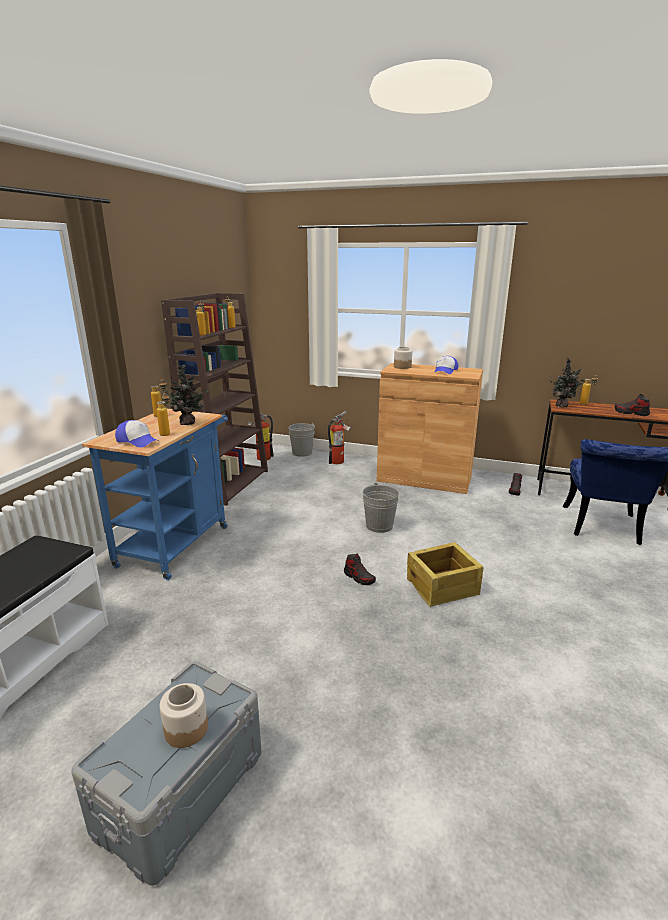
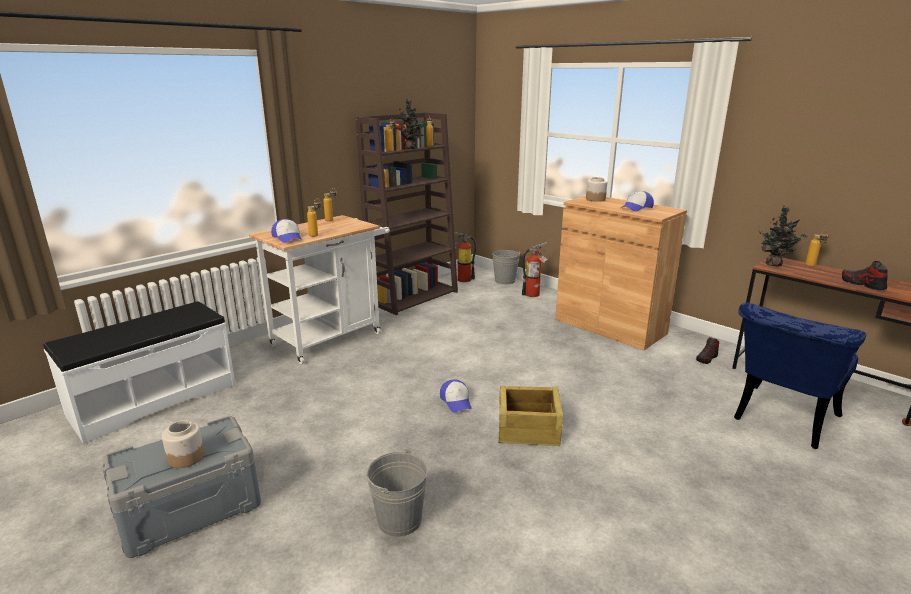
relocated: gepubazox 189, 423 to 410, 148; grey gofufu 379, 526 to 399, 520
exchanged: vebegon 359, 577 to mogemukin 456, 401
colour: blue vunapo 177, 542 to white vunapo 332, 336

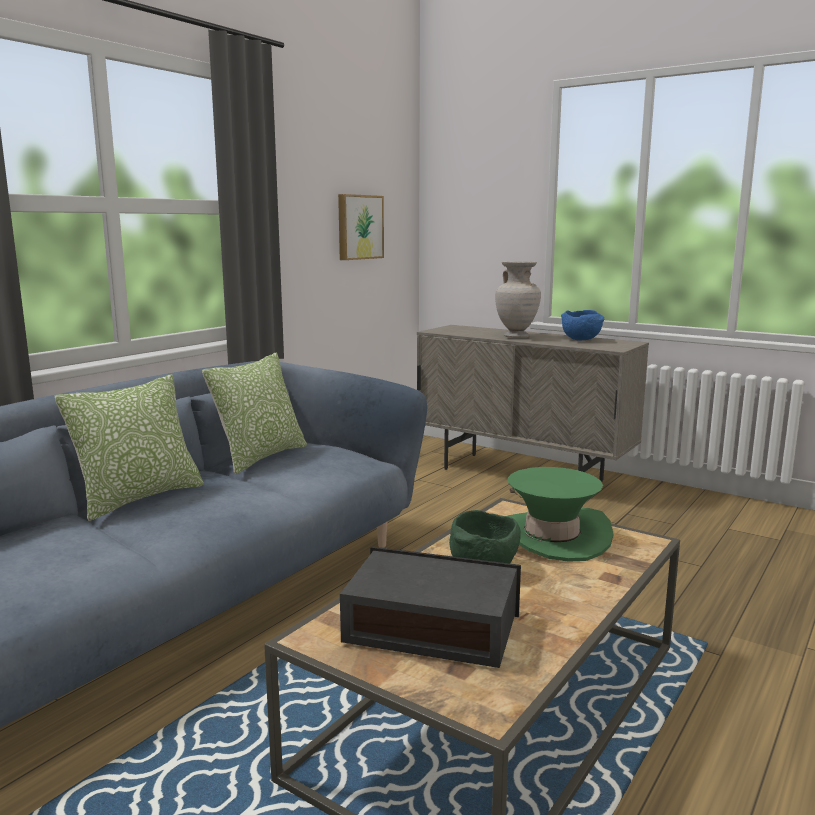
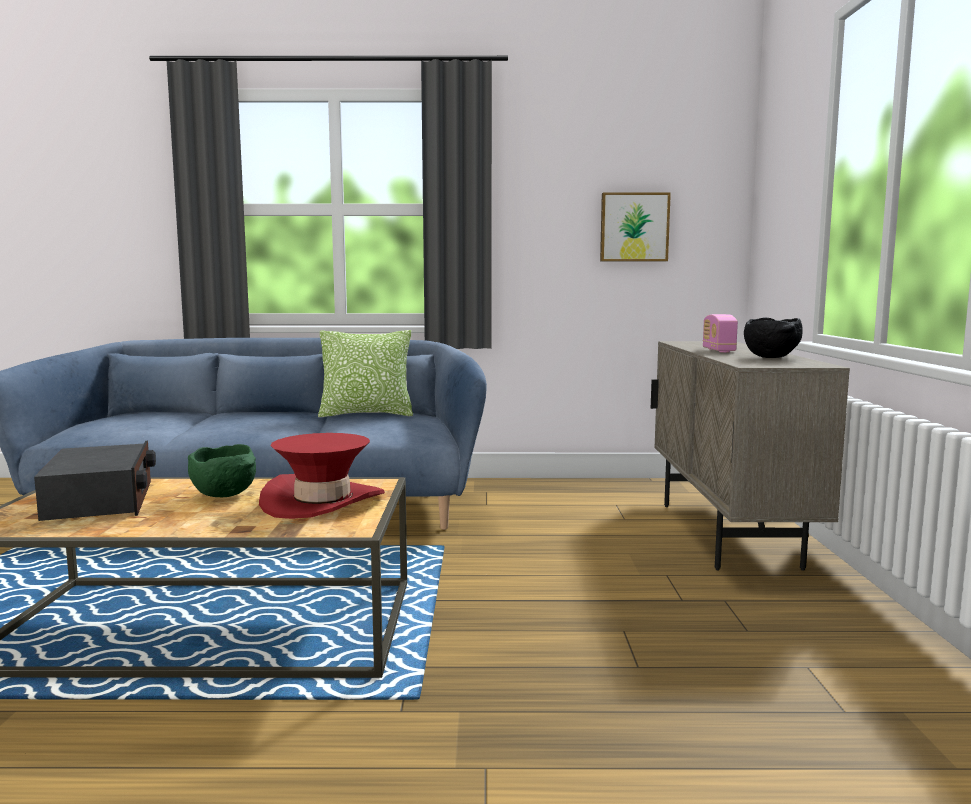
missing: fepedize 139, 498
exchanged: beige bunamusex 516, 337 to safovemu 718, 350
colour: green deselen 551, 536 to red deselen 323, 501; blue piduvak 582, 340 to black piduvak 772, 358

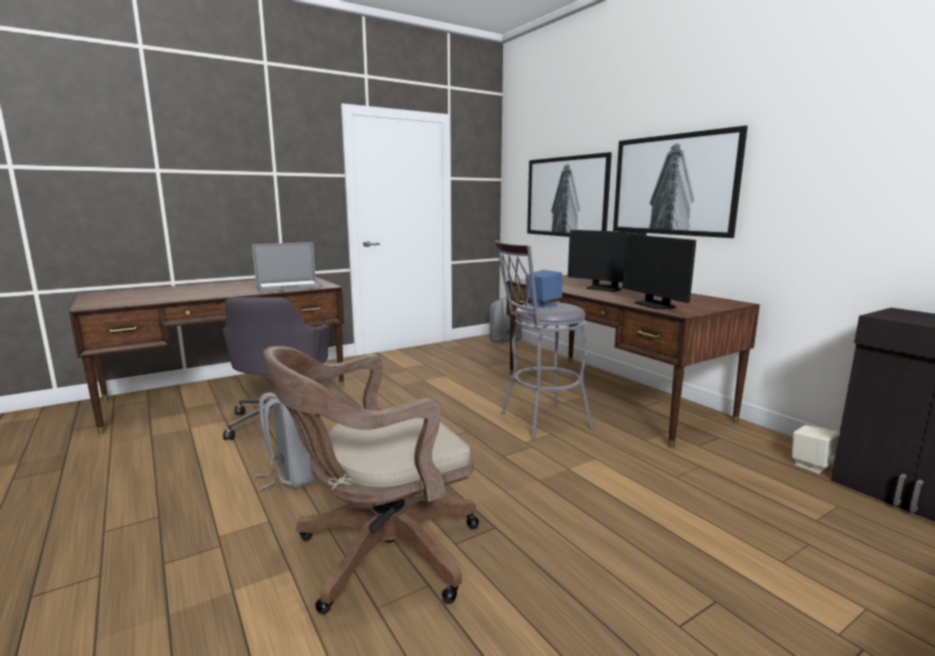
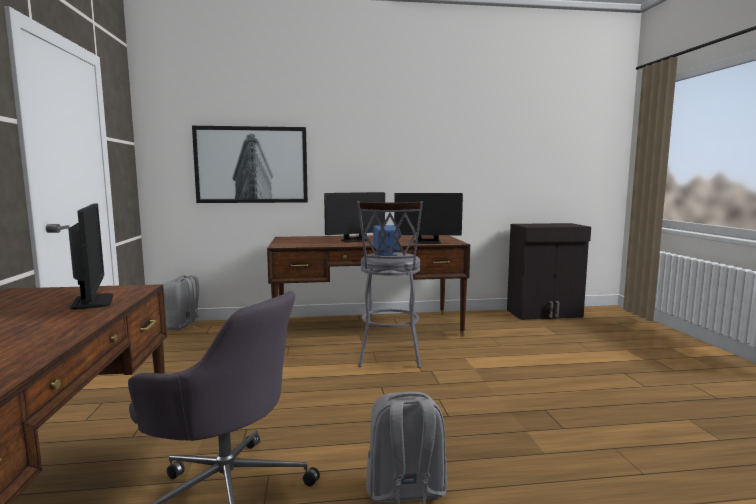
missing: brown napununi 379, 554; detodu 672, 185; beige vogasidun 811, 465
exchanged: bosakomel 289, 287 to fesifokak 92, 301

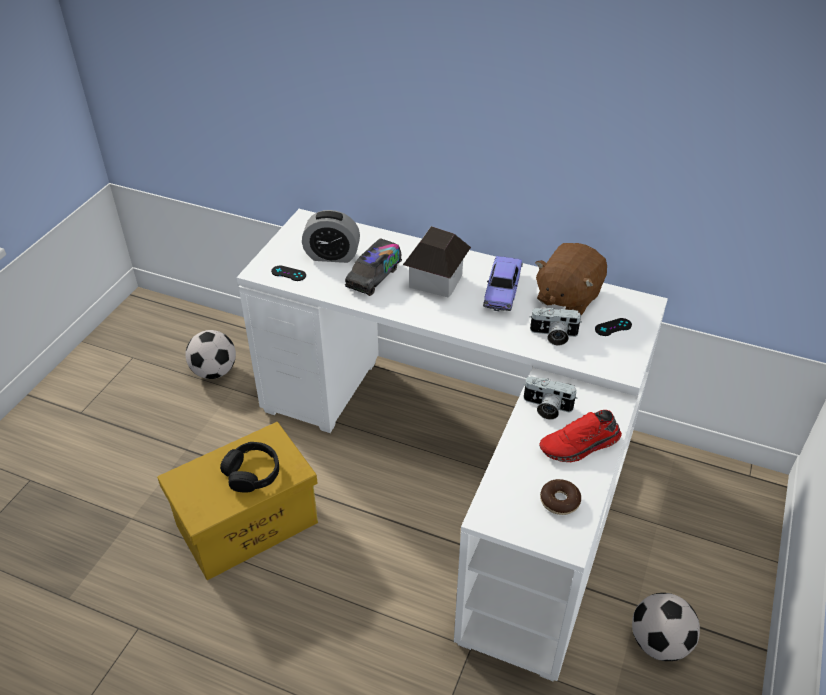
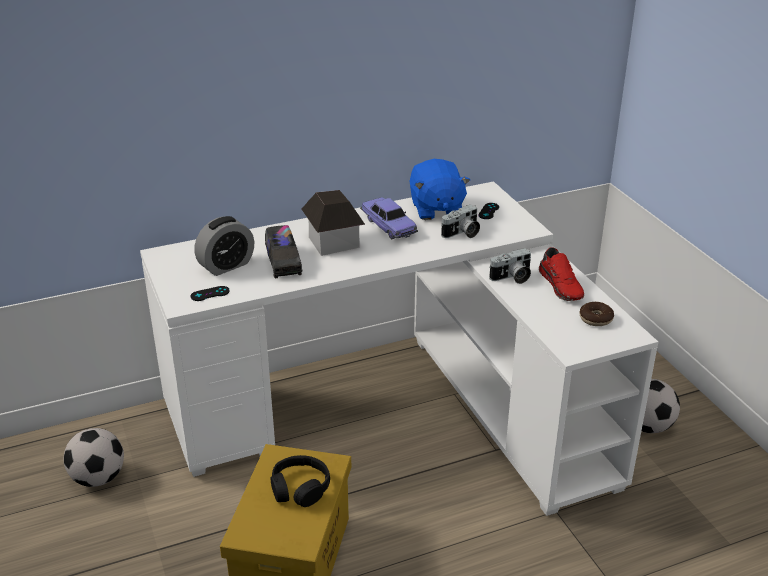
colour: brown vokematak 567, 297 to blue vokematak 436, 209
spun: red vebegon 580, 446 = 562, 286 45 degrees counterclockwise

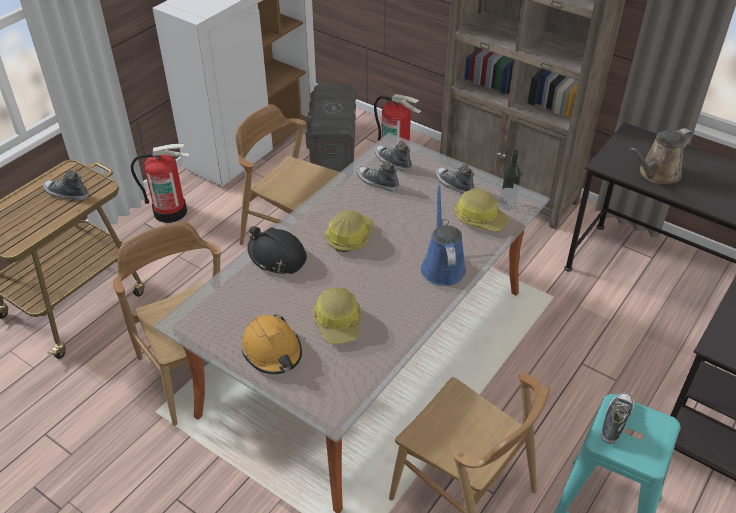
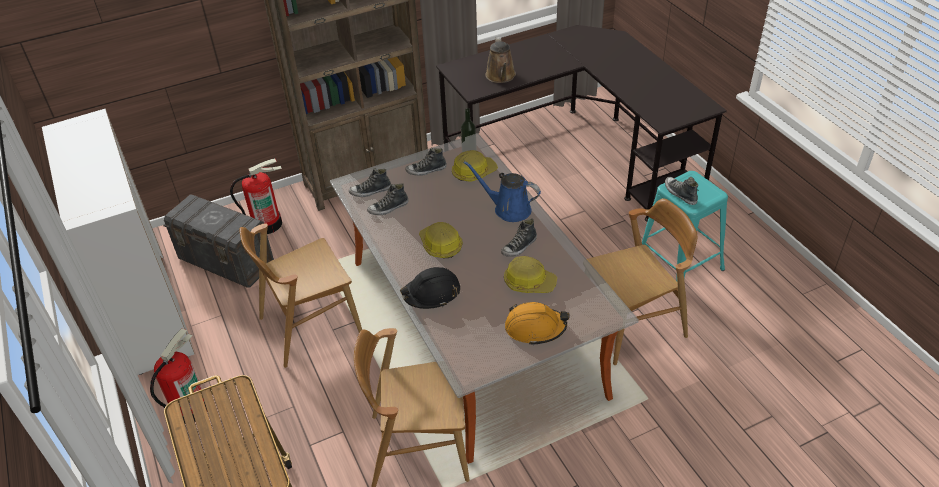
relocated: vebegon 66, 194 to 519, 247

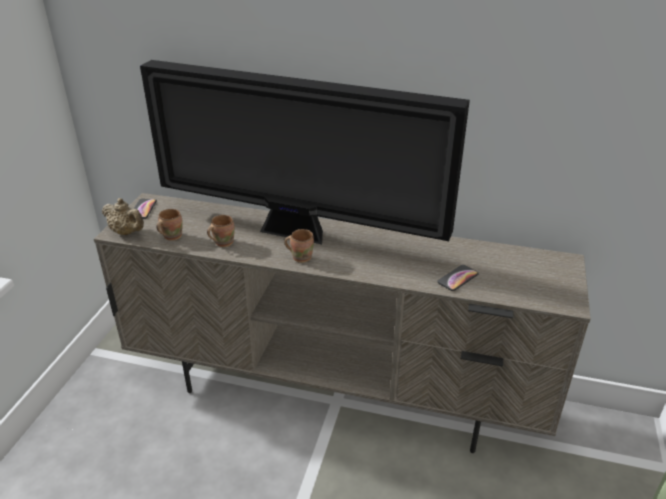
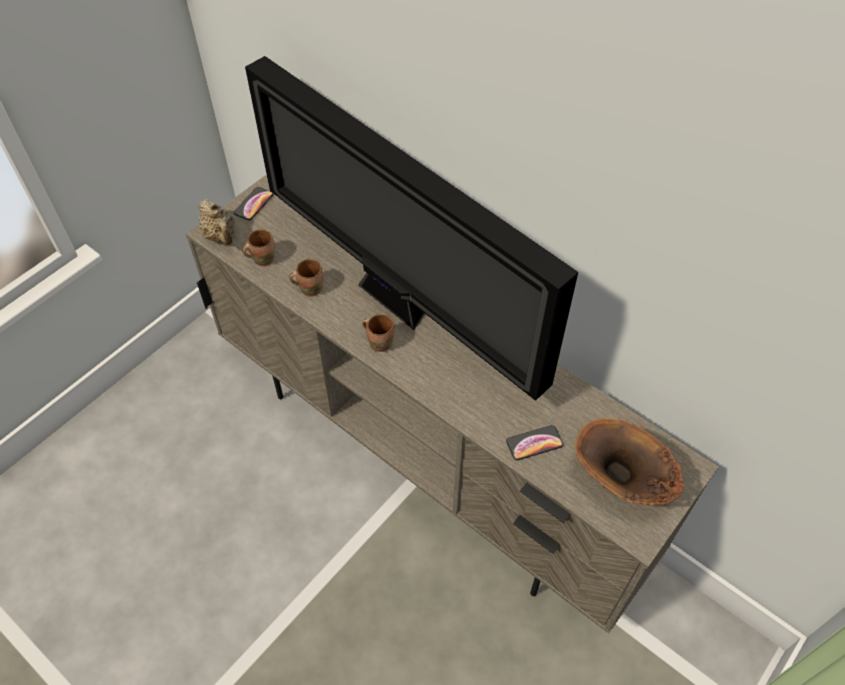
appeared: brown bunamusex 618, 485

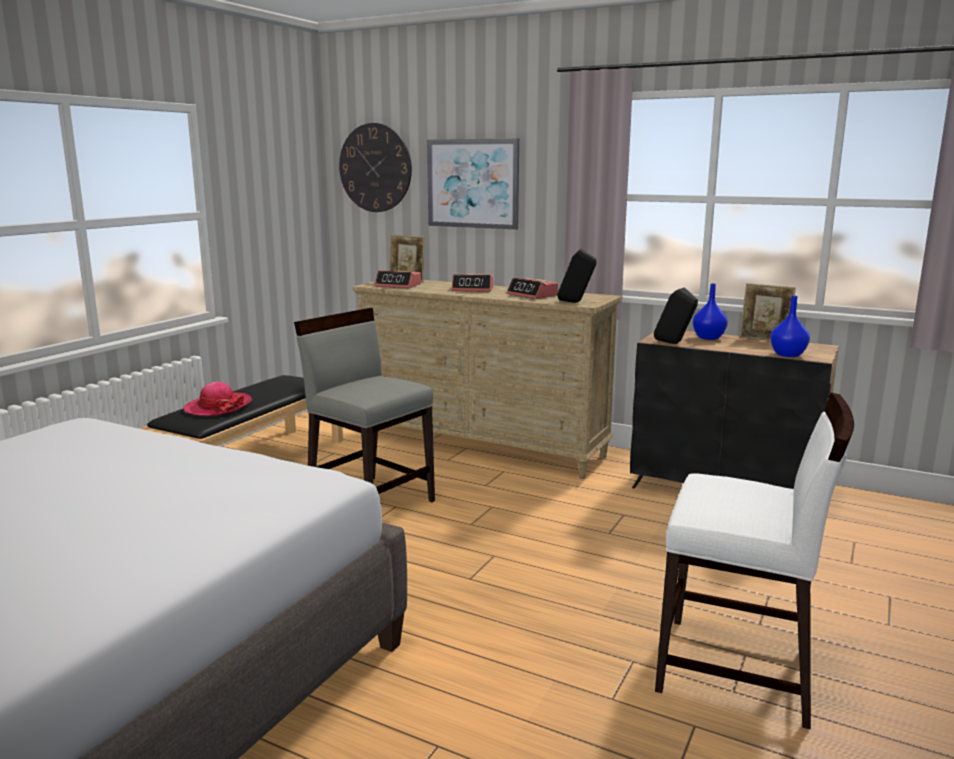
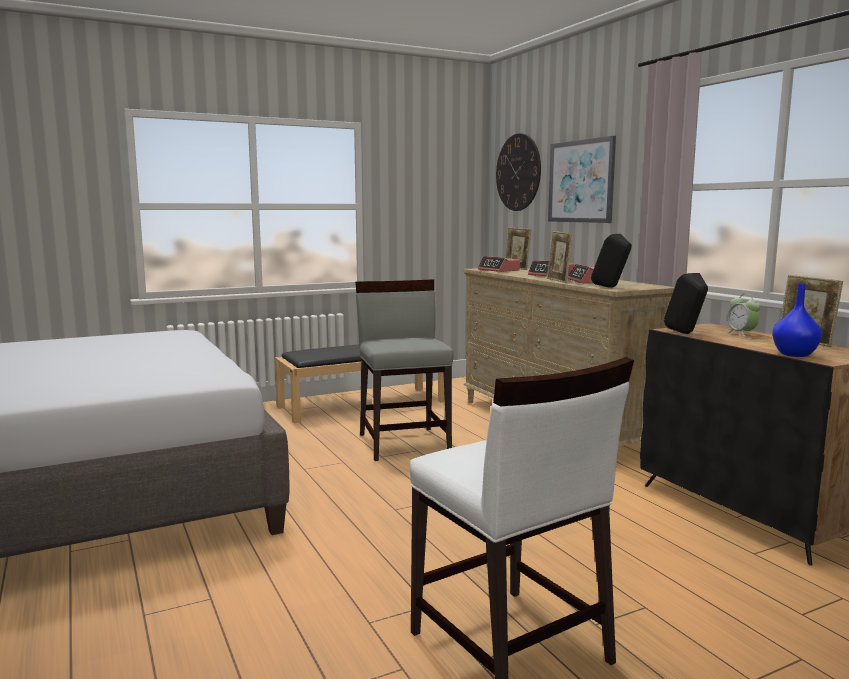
missing: deselen 218, 407
appeared: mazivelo 558, 281
exchanged: blue bunamusex 709, 338 to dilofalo 741, 334

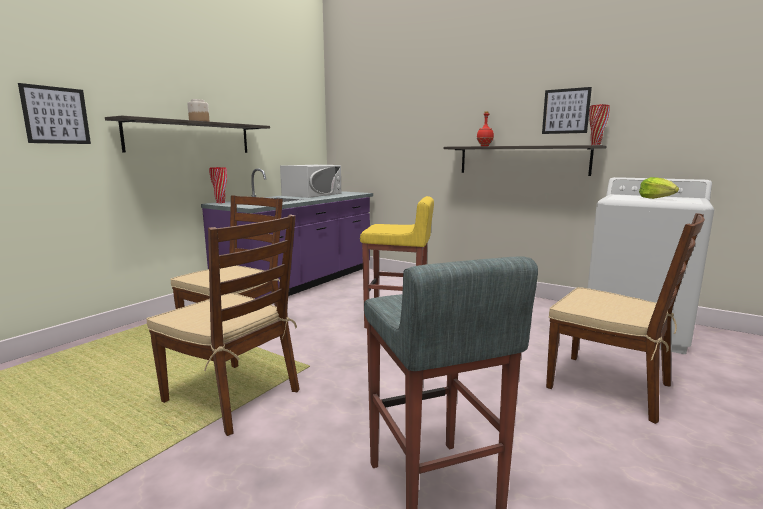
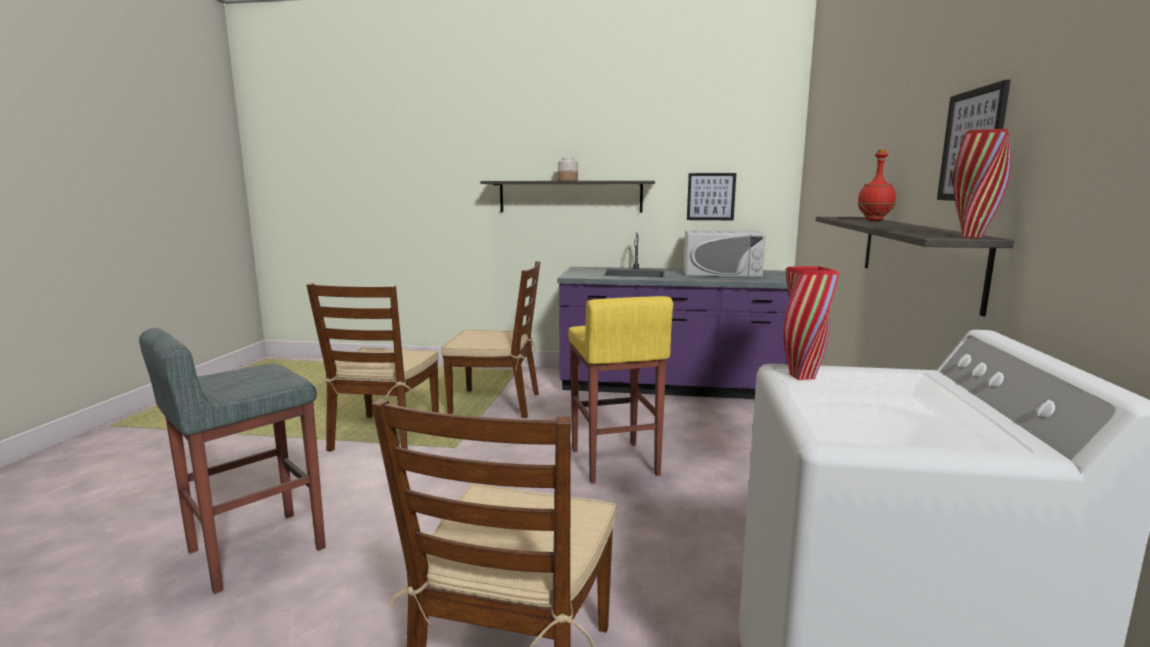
missing: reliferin 656, 198
relocated: detodu 56, 115 to 711, 196; red bunamusex 220, 202 to 802, 376

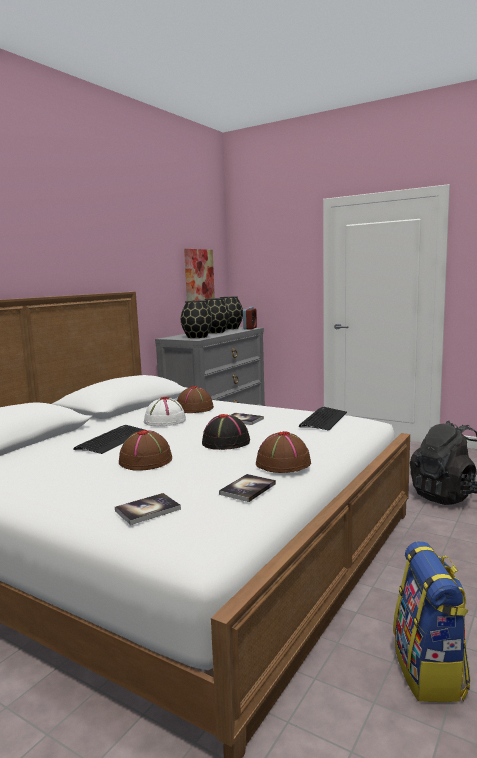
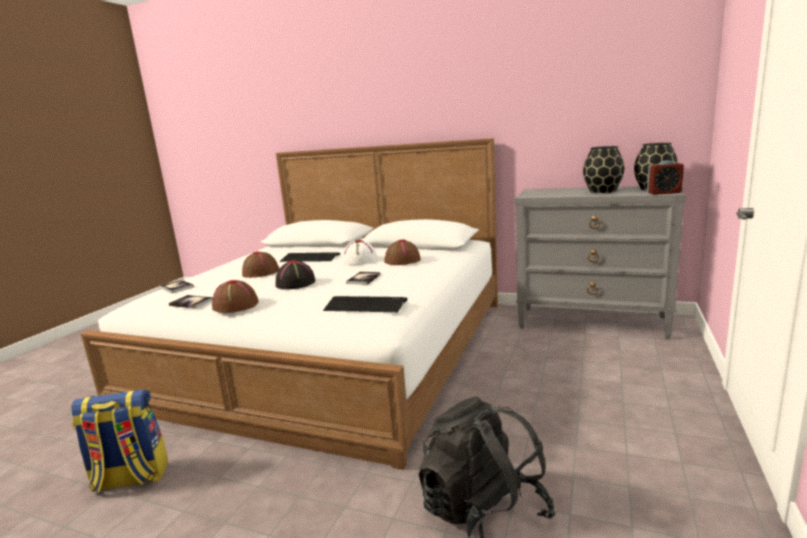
missing: black bunamusex 196, 337; detodu 198, 277

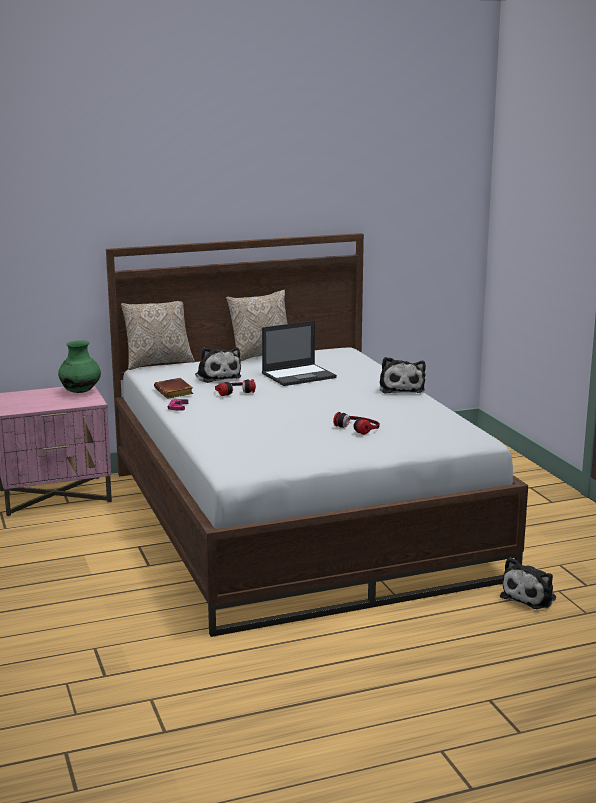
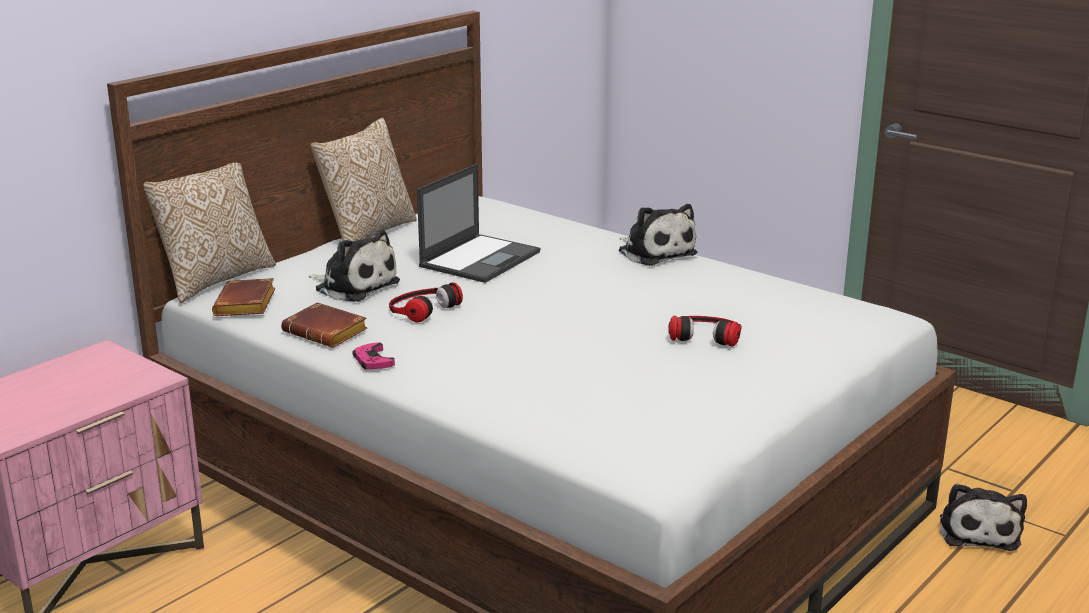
missing: green bunamusex 80, 392
appeared: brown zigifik 247, 305

